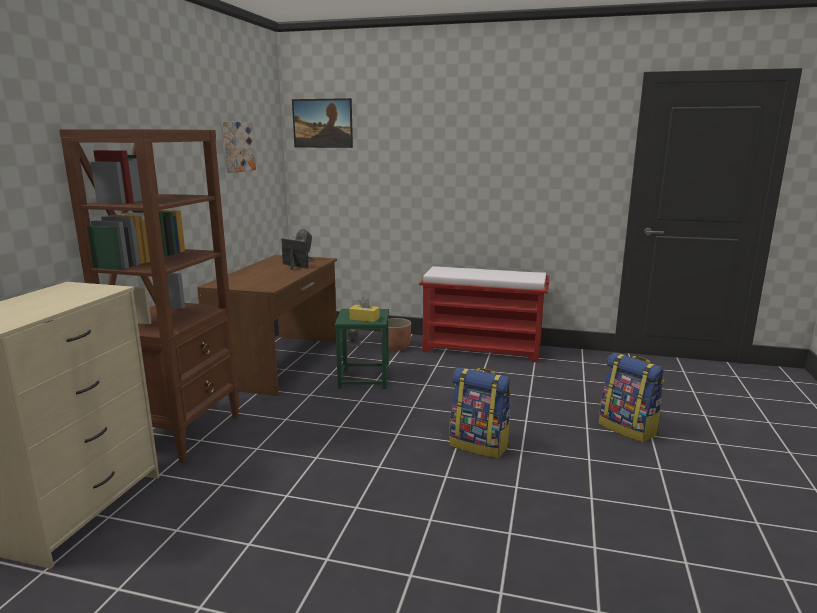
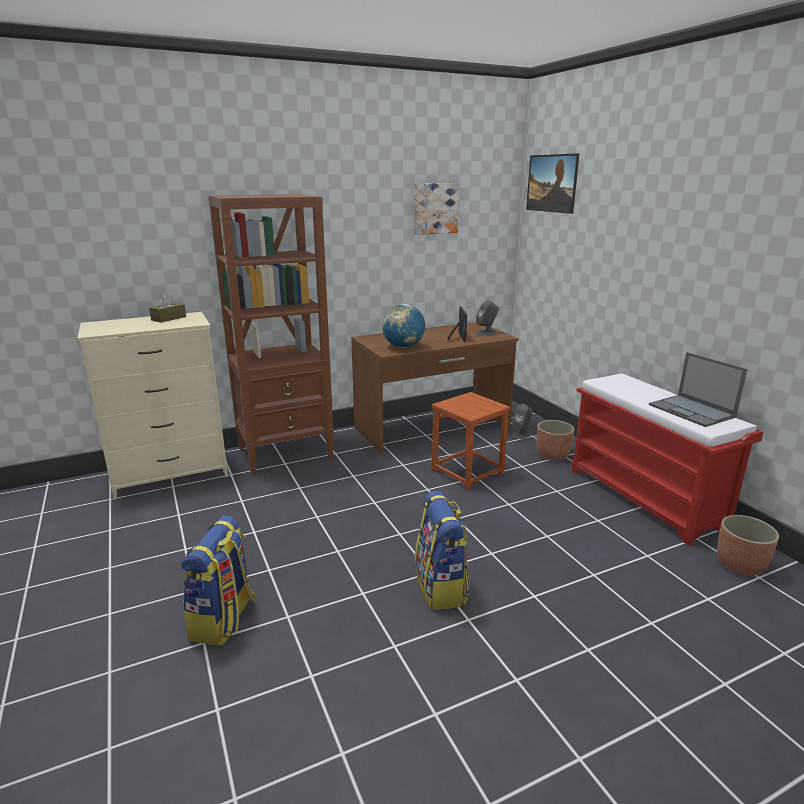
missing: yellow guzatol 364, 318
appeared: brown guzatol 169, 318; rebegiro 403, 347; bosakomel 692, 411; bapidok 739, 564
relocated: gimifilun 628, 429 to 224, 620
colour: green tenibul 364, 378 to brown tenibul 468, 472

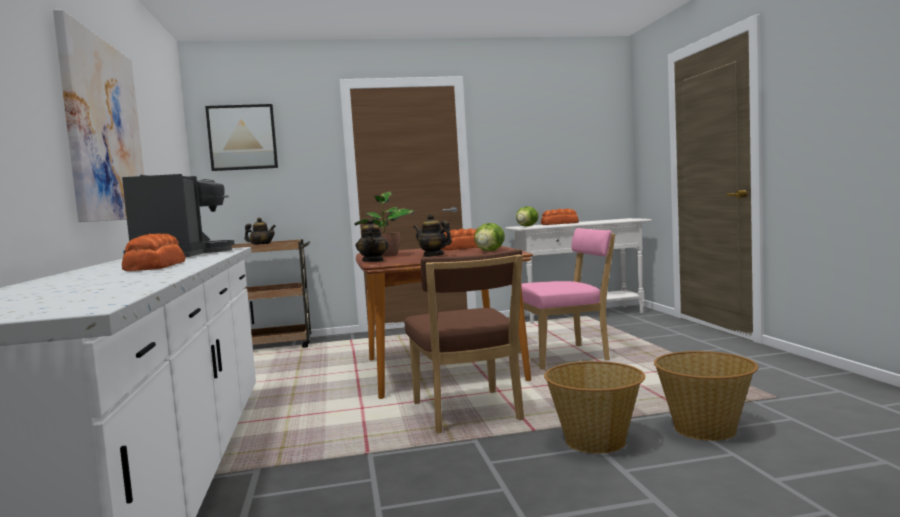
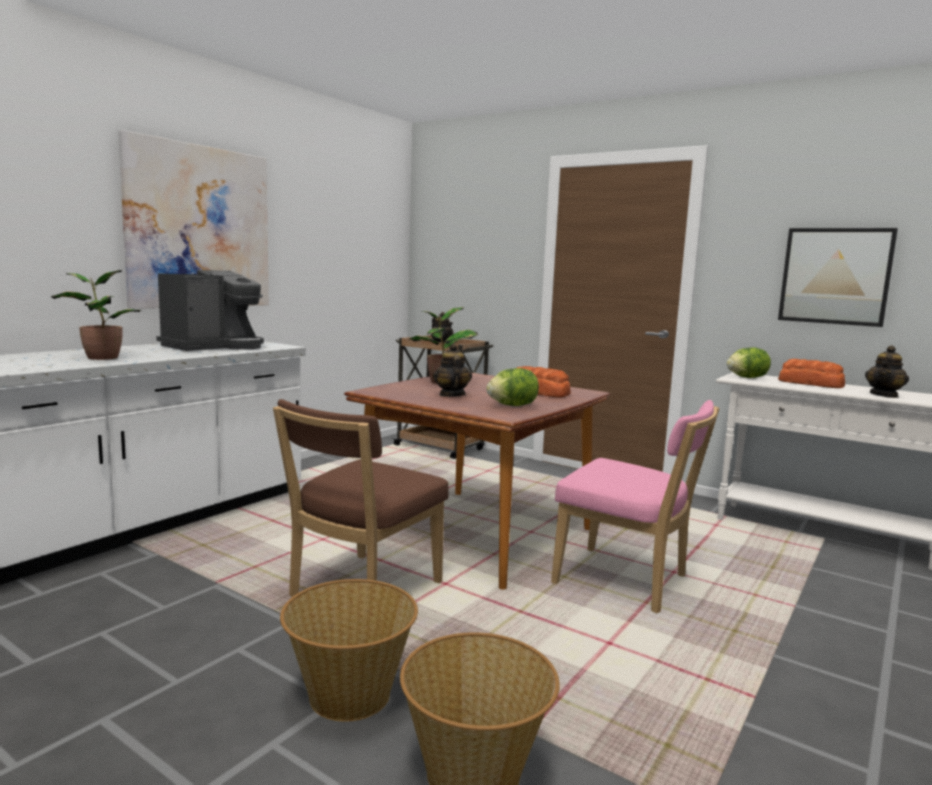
relocated: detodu 242, 137 to 835, 276; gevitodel 373, 261 to 884, 395
exchanged: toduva 154, 267 to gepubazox 100, 357

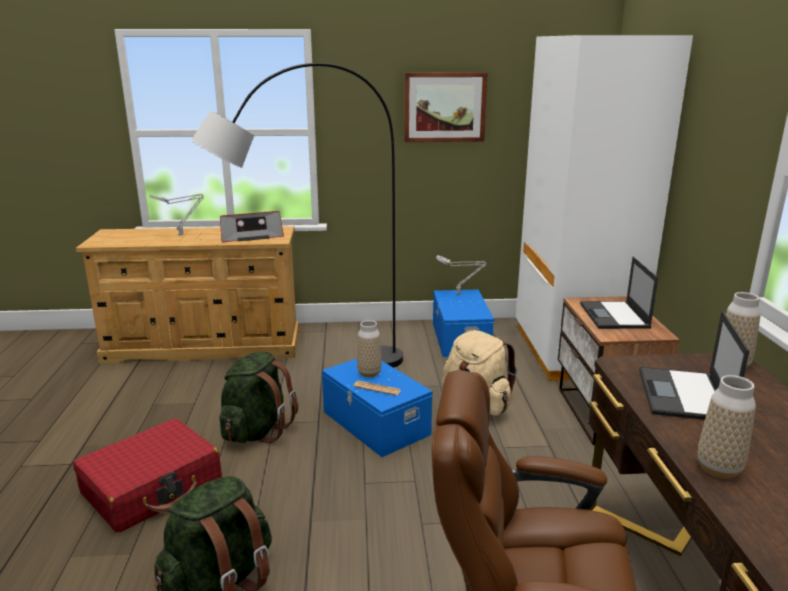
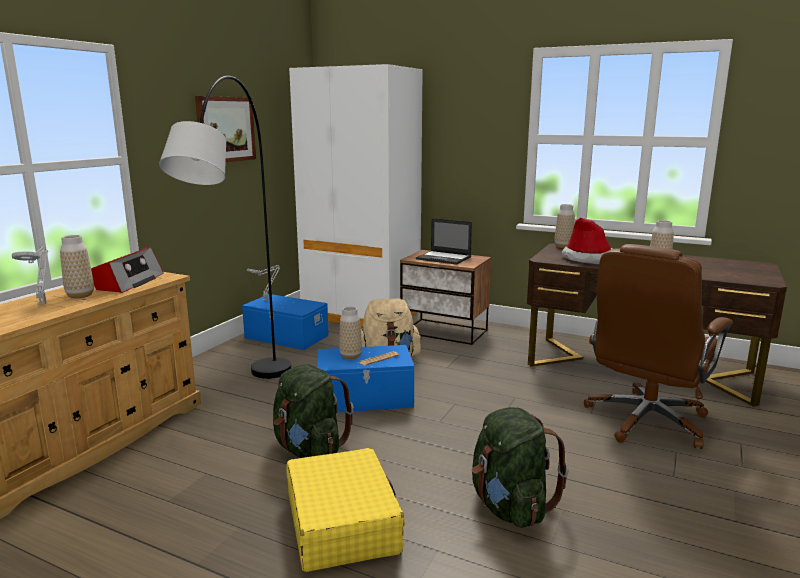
appeared: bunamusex 80, 295
exchanged: bosakomel 684, 395 to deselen 587, 259
colour: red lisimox 153, 488 to yellow lisimox 342, 523

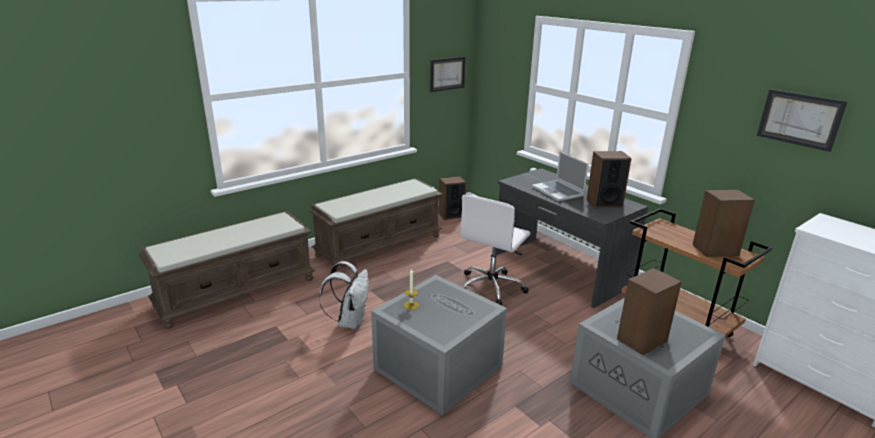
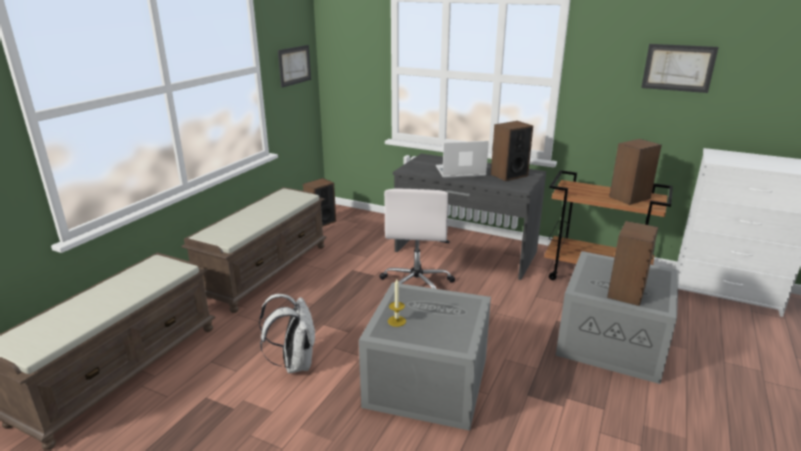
spun: bosakomel 558, 192 = 460, 172 135 degrees clockwise

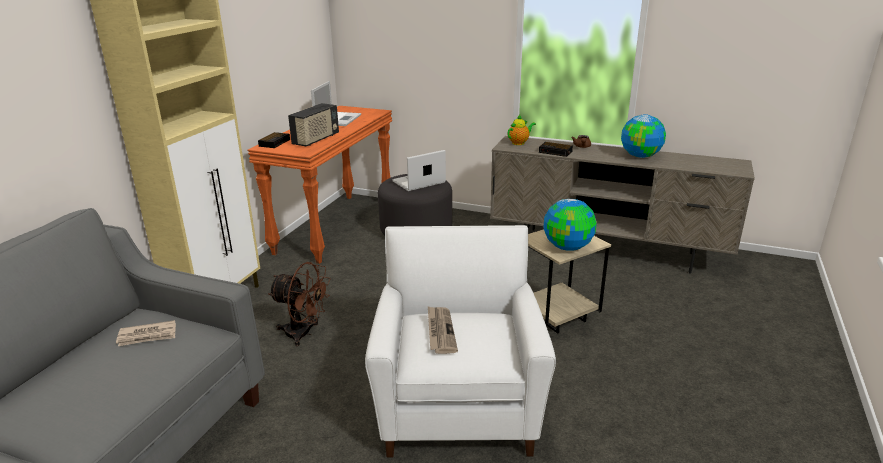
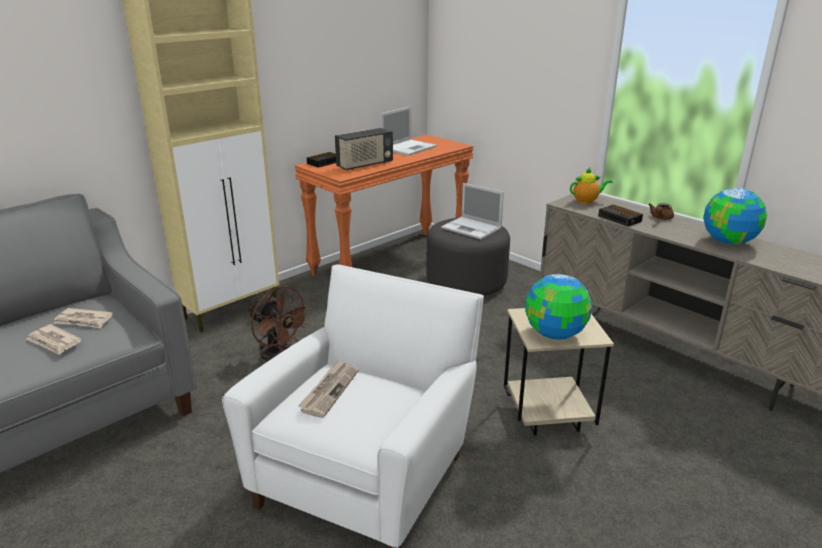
appeared: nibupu 54, 342
spun: bosakomel 418, 182 = 472, 228 135 degrees counterclockwise

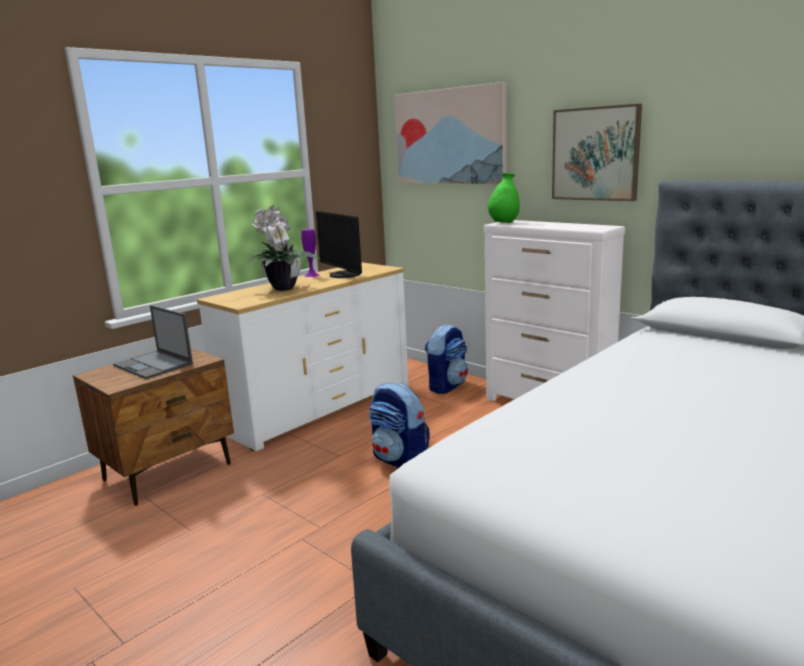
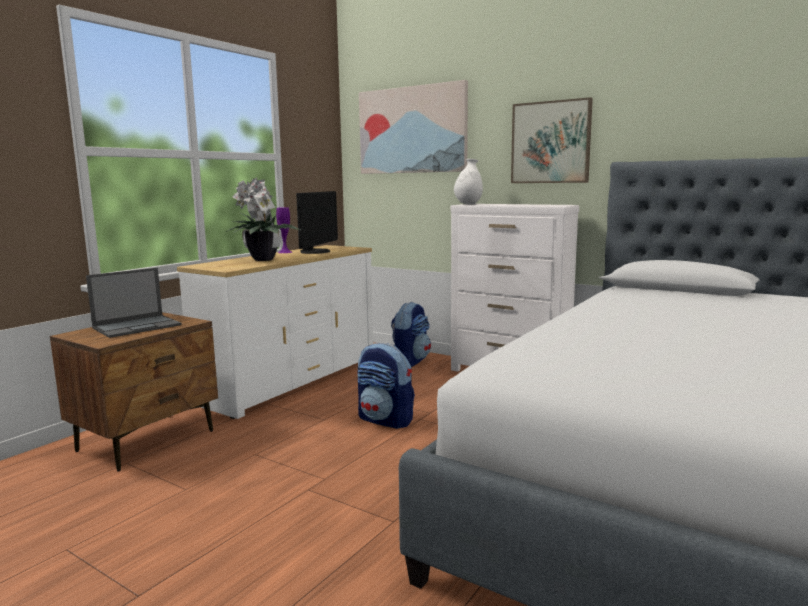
colour: green bunamusex 503, 223 to white bunamusex 468, 204
spun: bosakomel 154, 365 = 138, 326 75 degrees counterclockwise; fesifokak 343, 275 = 316, 252 120 degrees counterclockwise

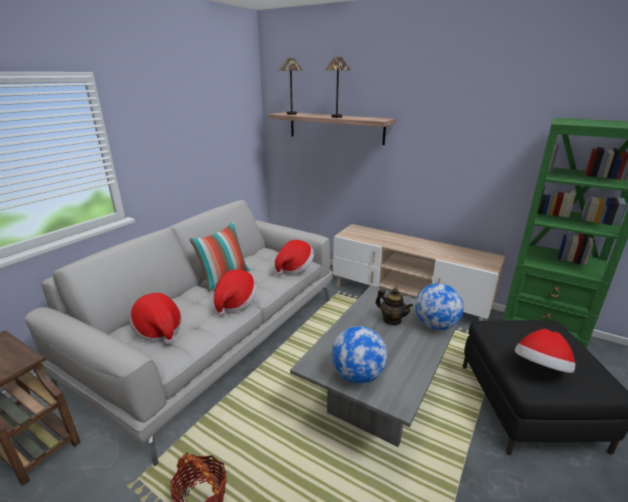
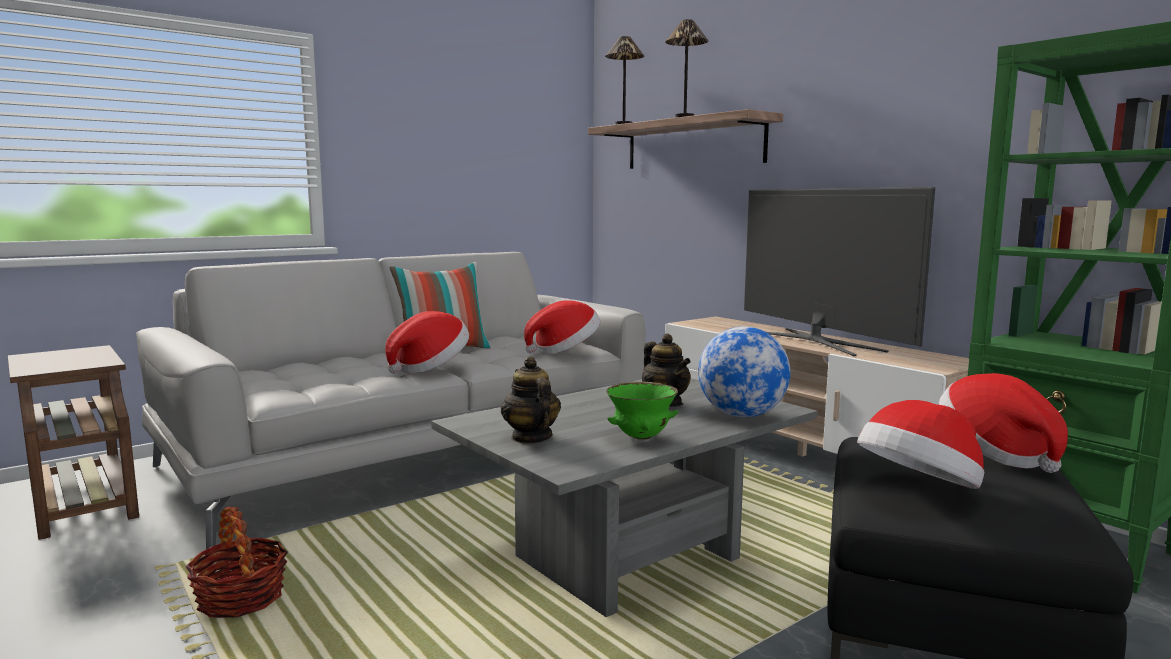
appeared: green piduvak 641, 437; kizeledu 818, 341
relocated: deselen 159, 330 to 994, 454
exchanged: rebegiro 358, 376 to gevitodel 531, 437

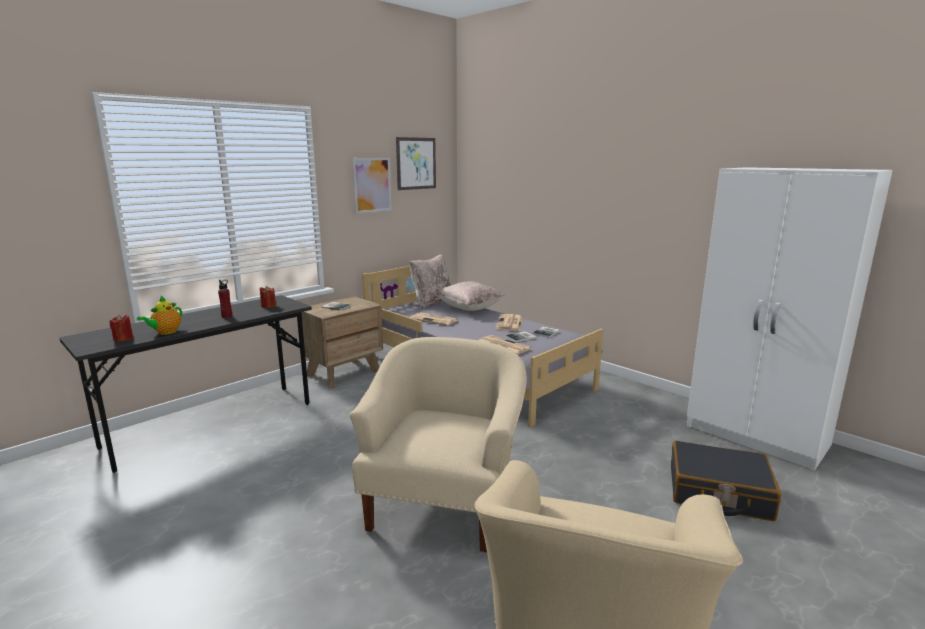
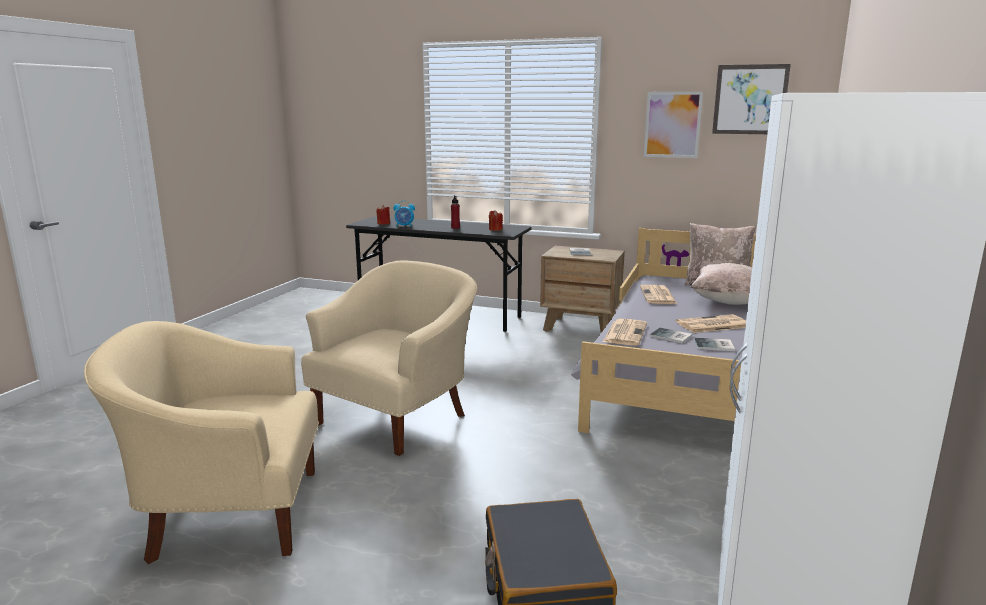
exchanged: gevitodel 165, 332 to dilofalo 404, 226
spun: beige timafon 444, 503 = 397, 418 45 degrees counterclockwise

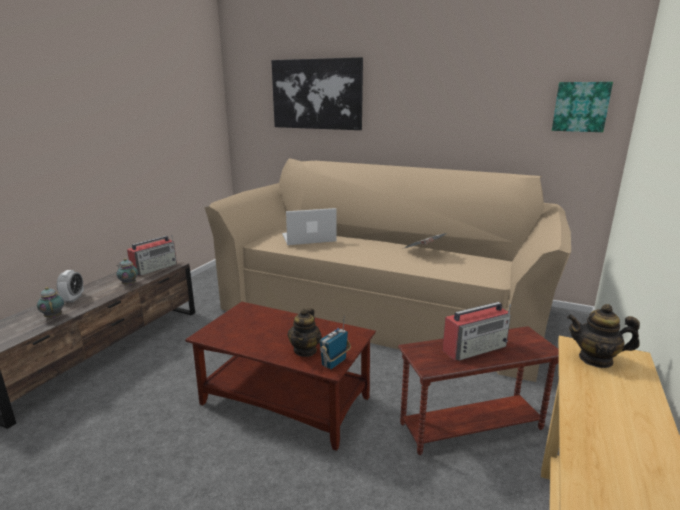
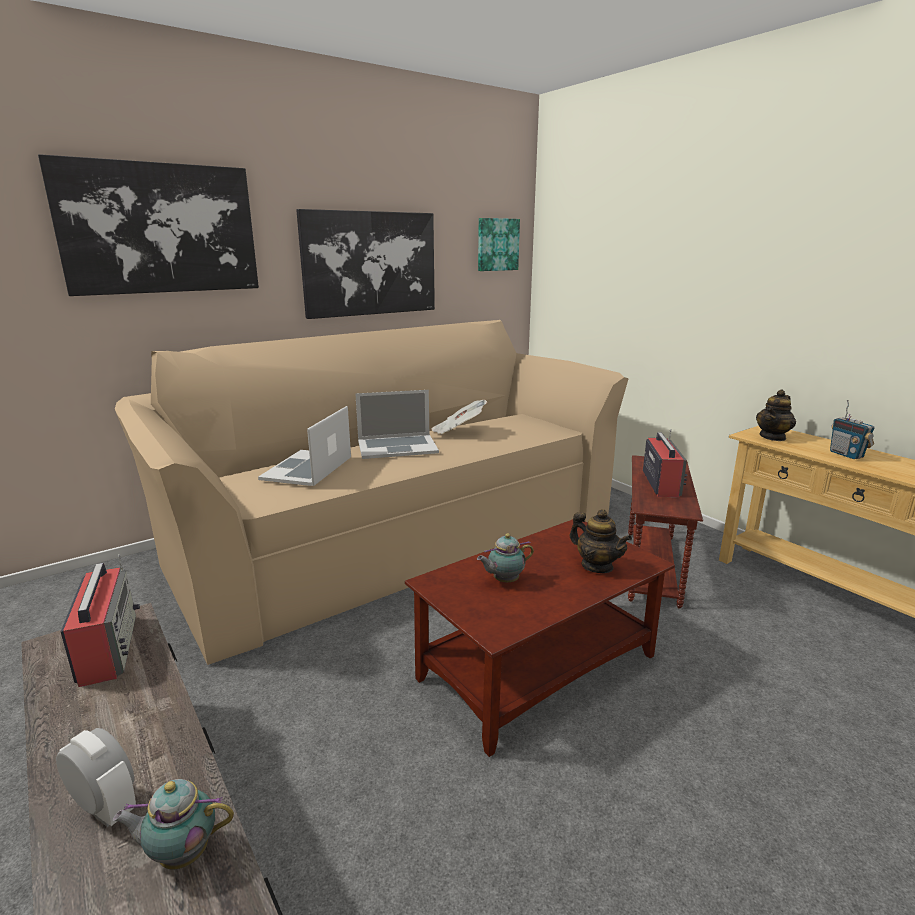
appeared: detodu 370, 263; bosakomel 397, 447
relocated: gevitodel 129, 284 to 504, 581; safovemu 334, 363 to 846, 454

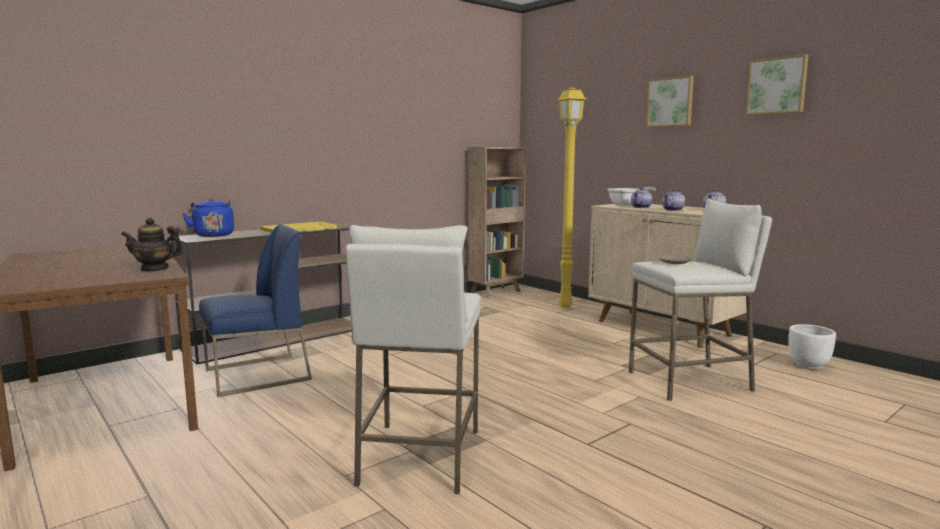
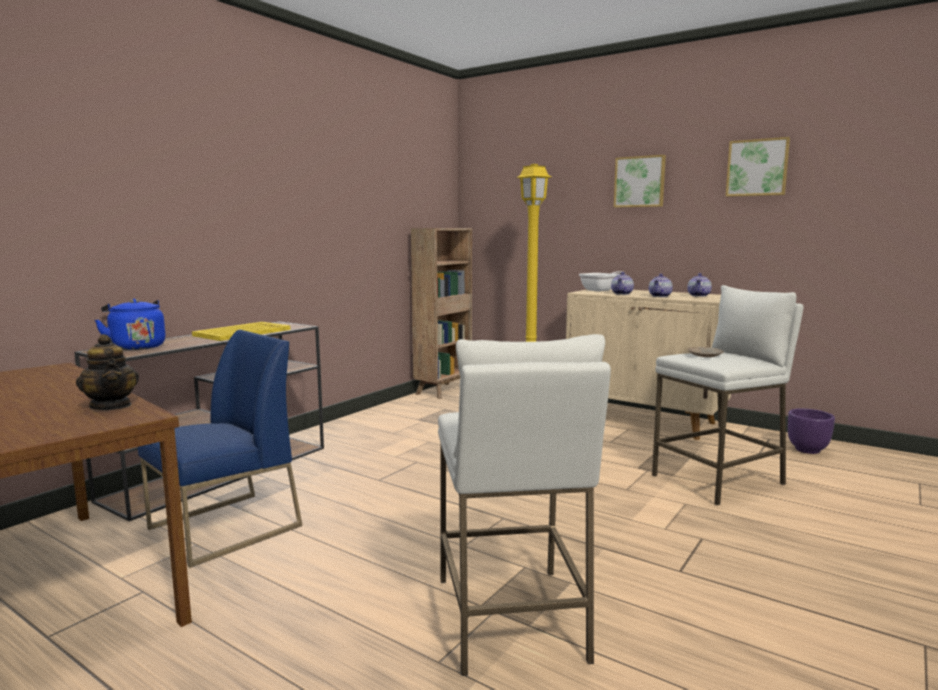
colour: white bapidok 808, 366 to purple bapidok 807, 450
spun: gevitodel 154, 269 = 111, 406 105 degrees counterclockwise

